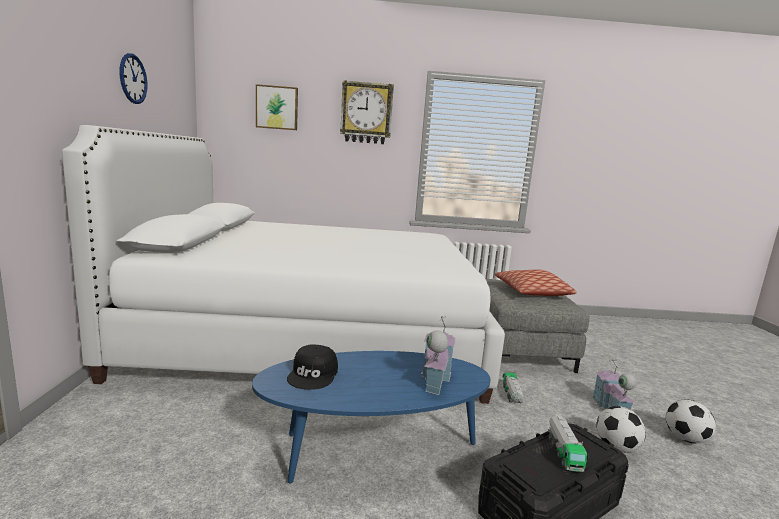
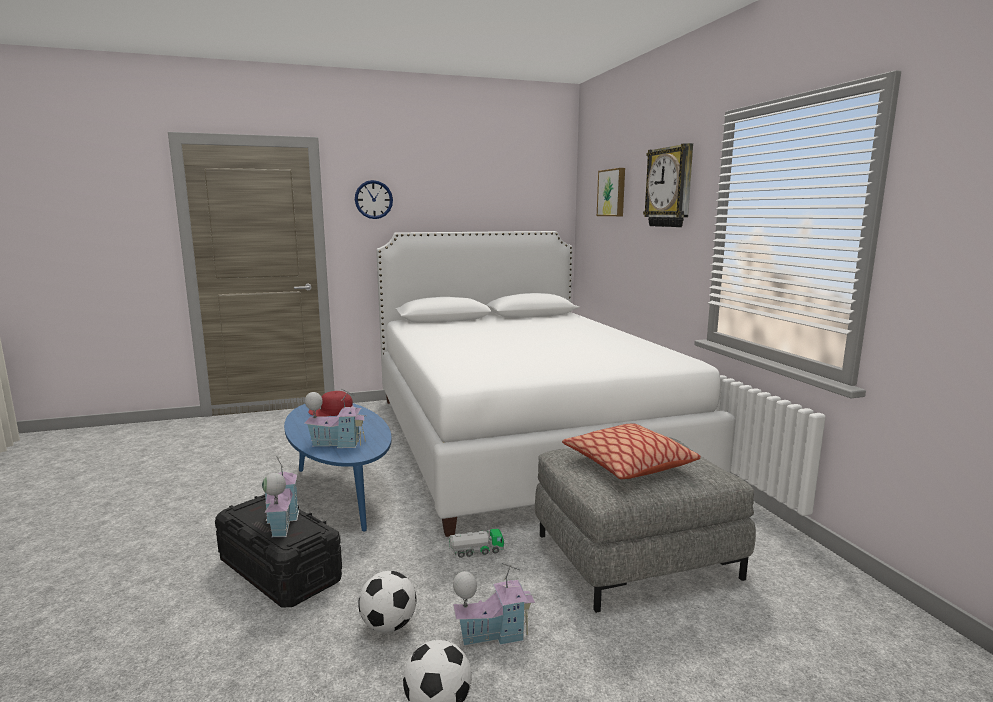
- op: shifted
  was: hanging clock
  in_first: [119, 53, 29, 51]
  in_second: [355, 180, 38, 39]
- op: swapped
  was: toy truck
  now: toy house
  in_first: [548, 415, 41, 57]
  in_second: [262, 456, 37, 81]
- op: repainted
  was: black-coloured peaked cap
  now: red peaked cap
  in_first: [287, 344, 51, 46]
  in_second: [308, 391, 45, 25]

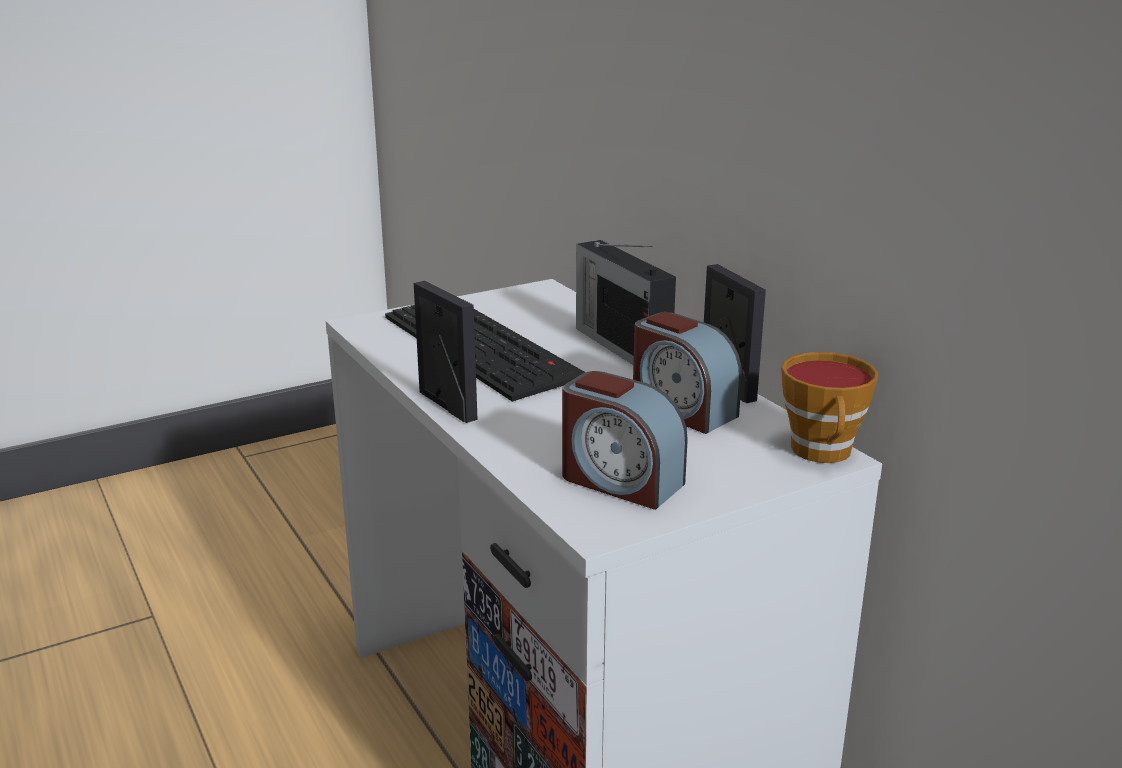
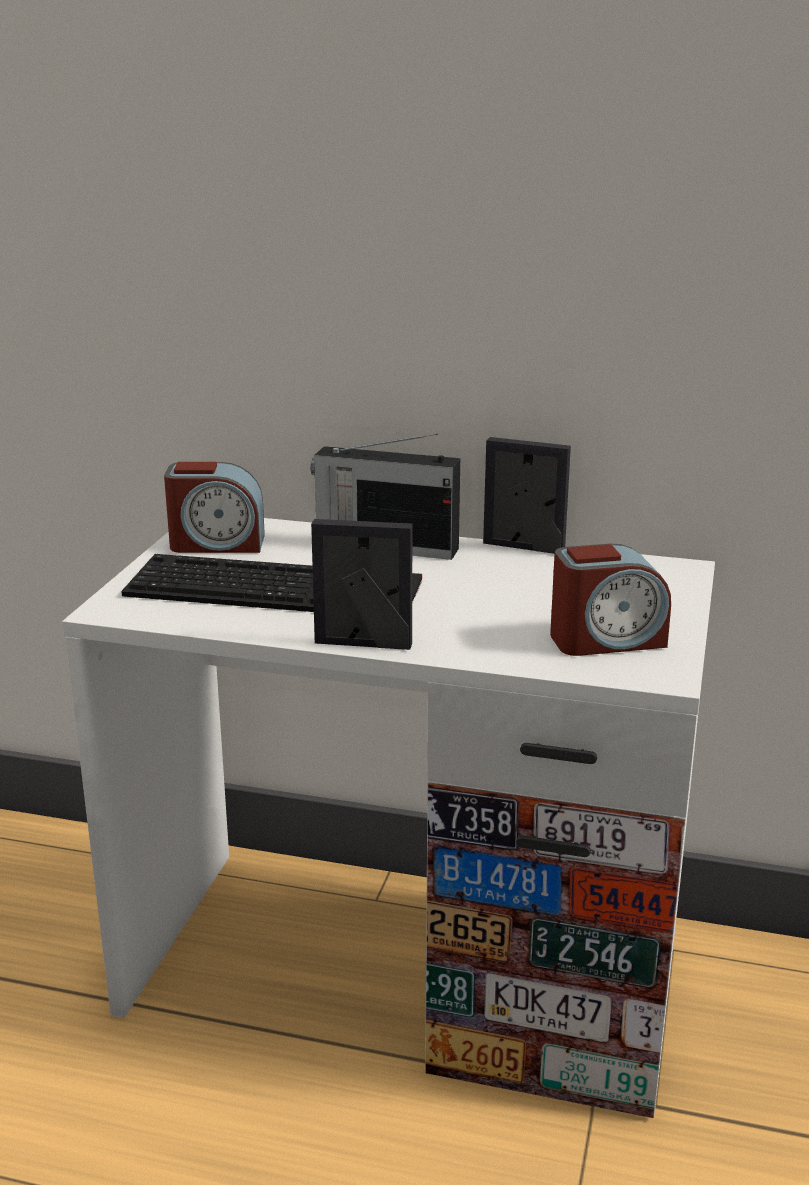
- op: gone
  was: cup
  in_first: [781, 352, 97, 111]
- op: shifted
  was: bedside clock
  in_first: [633, 312, 109, 122]
  in_second: [164, 462, 101, 91]

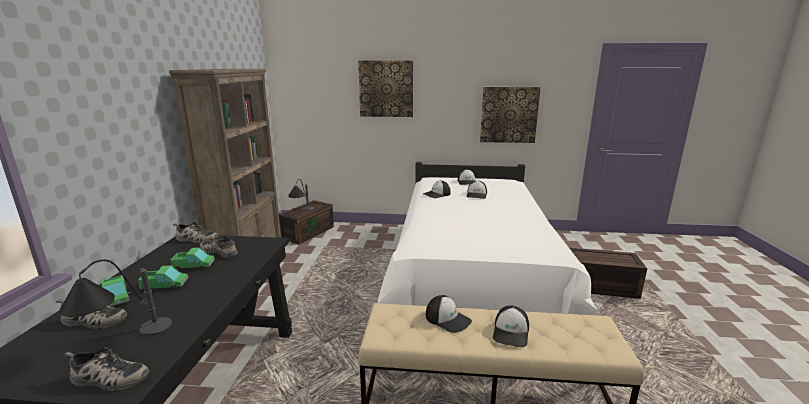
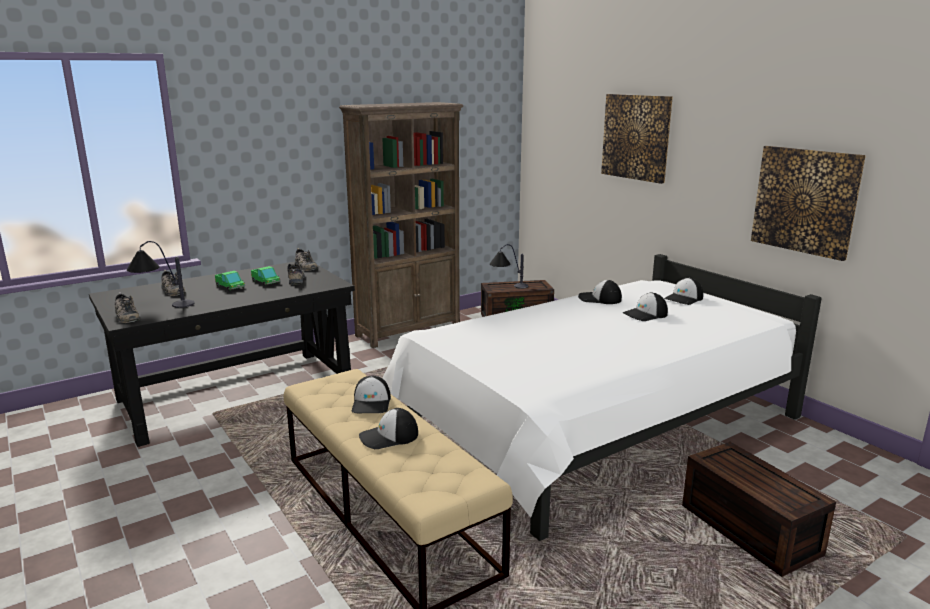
- op: gone
  was: toy truck
  in_first: [101, 275, 30, 32]

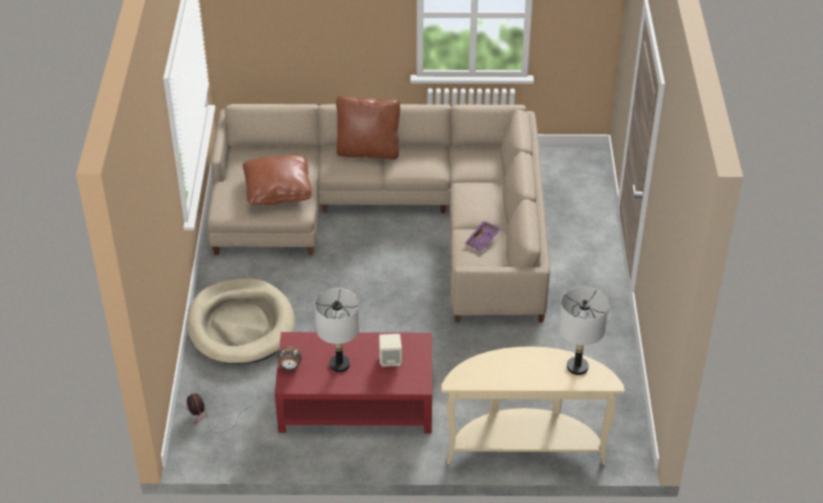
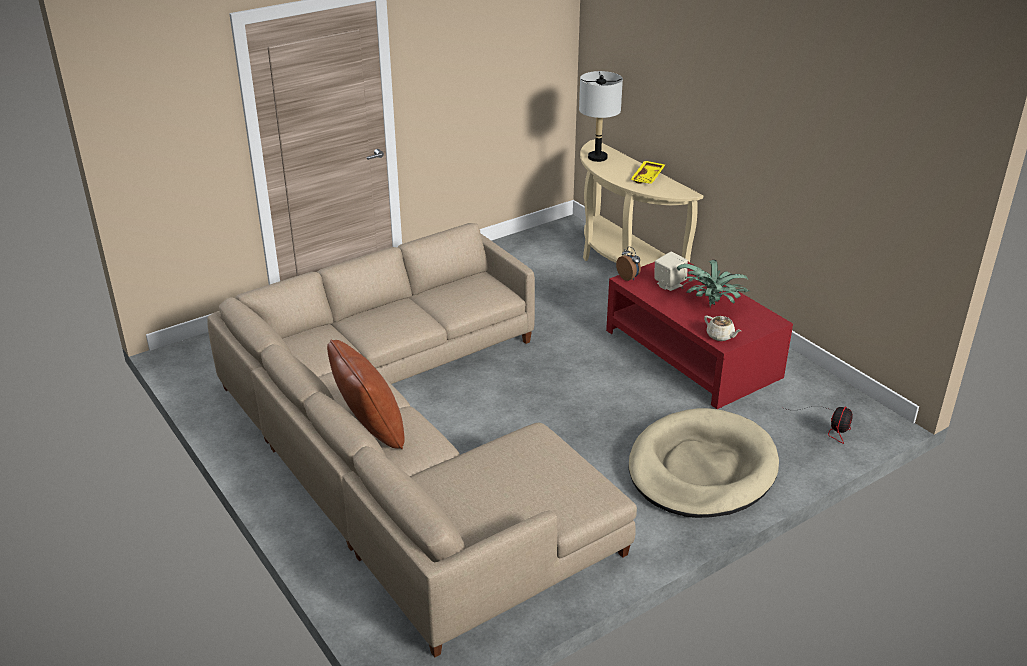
- op: gone
  was: brownish pillow
  in_first: [243, 155, 70, 50]
- op: gone
  was: purplish serving tray
  in_first: [464, 221, 37, 31]
- op: new
  now: yellowish serving tray
  in_second: [630, 161, 35, 23]
- op: new
  now: beige-coloured teapot
  in_second: [704, 316, 37, 25]
- op: shifted
  was: bedside clock
  in_first: [278, 346, 24, 25]
  in_second: [616, 246, 25, 35]
- op: swapped
  was: grey tabletop lamp
  now: potted plant
  in_first: [314, 288, 46, 84]
  in_second: [677, 260, 72, 47]

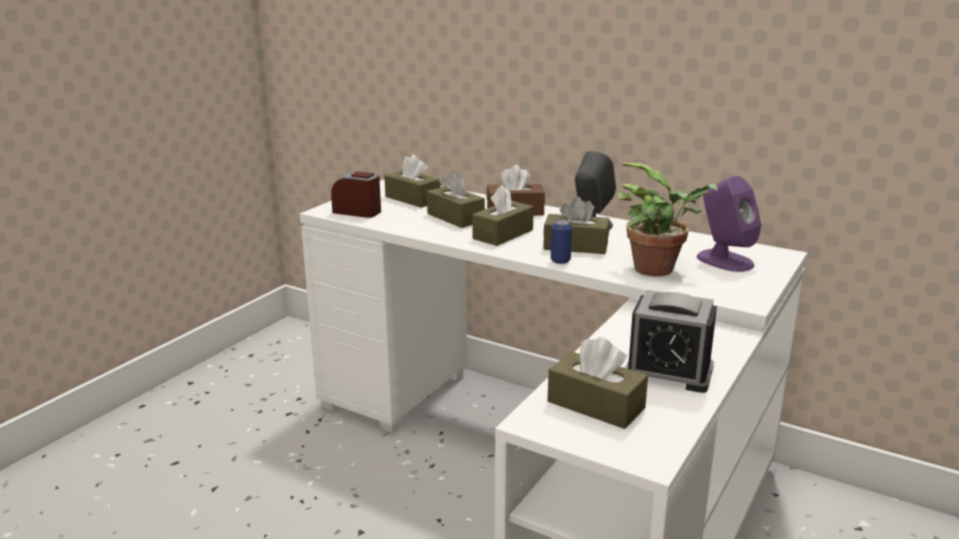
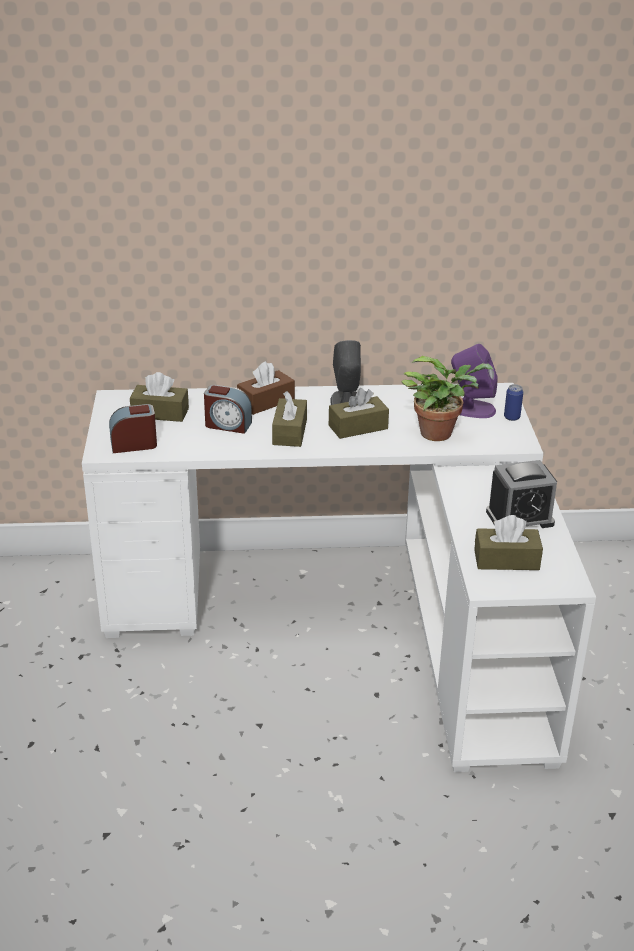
- op: shifted
  was: sealed can
  in_first: [551, 219, 21, 45]
  in_second: [504, 384, 19, 37]
- op: swapped
  was: brownish tissue holder
  now: bedside clock
  in_first: [427, 172, 58, 56]
  in_second: [204, 385, 48, 49]

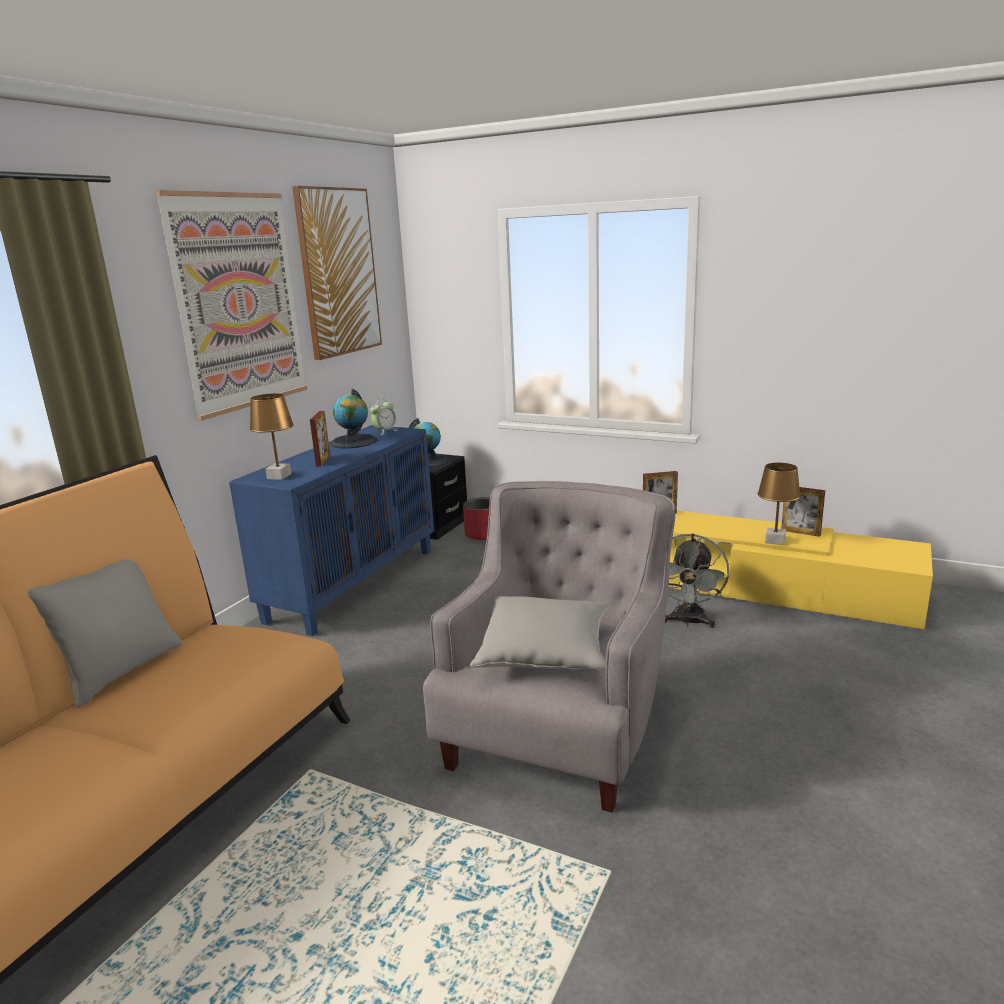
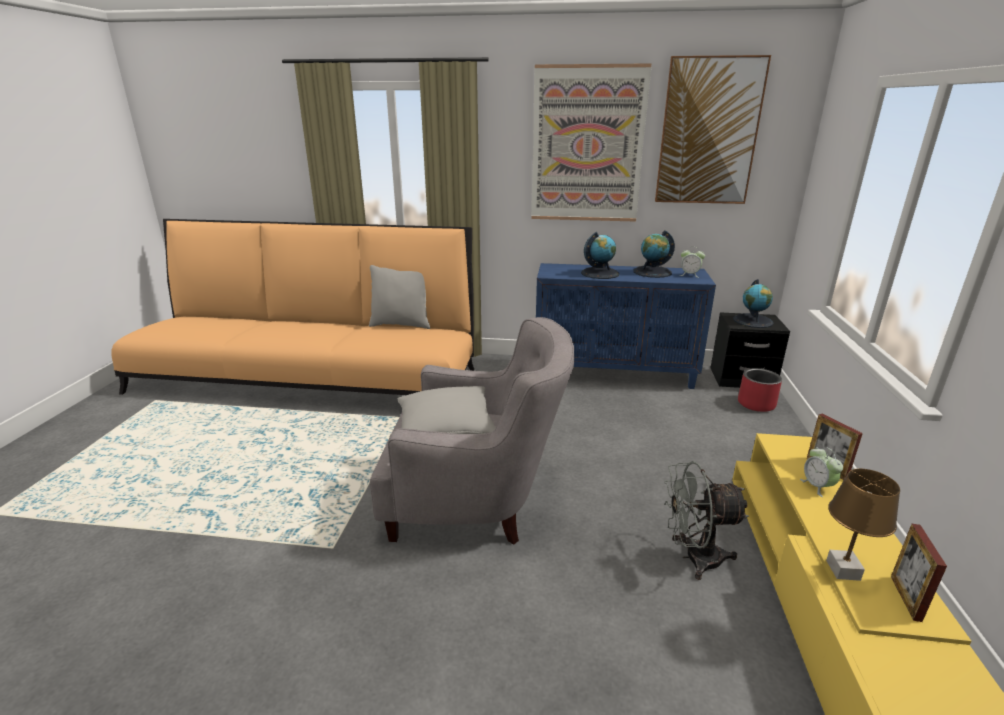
- op: gone
  was: brownish tabletop lamp
  in_first: [250, 393, 44, 87]
- op: new
  now: bedside clock
  in_second: [800, 447, 43, 50]
- op: swapped
  was: photo frame
  now: desk globe
  in_first: [310, 411, 20, 56]
  in_second: [581, 232, 38, 47]

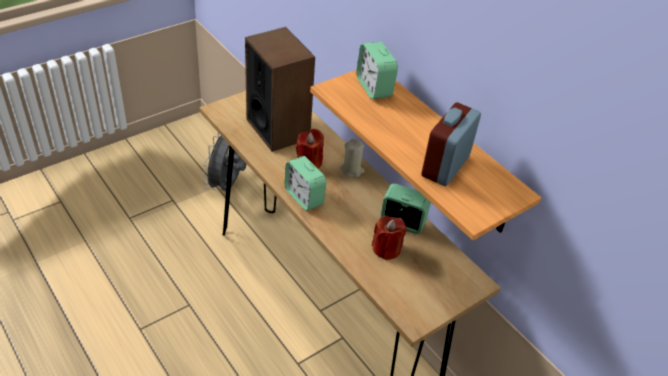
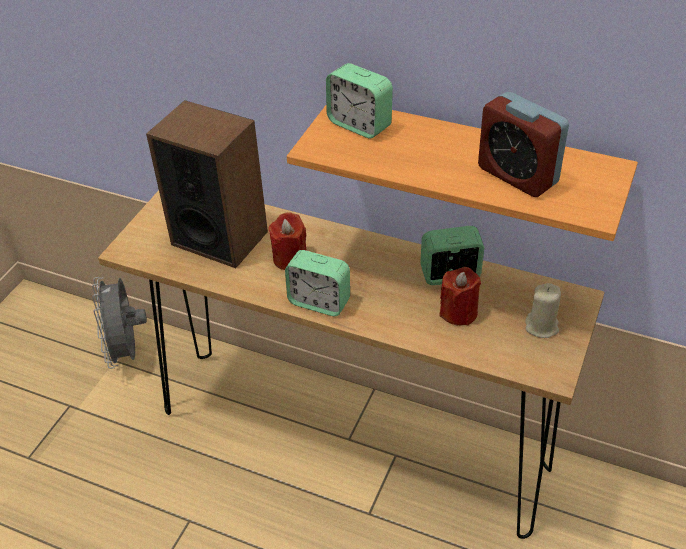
- op: shifted
  was: beige-coloured wax light
  in_first: [340, 139, 24, 38]
  in_second: [525, 283, 36, 55]
- op: rotated
  was: bedside clock
  in_first: [421, 103, 60, 83]
  in_second: [478, 92, 91, 105]
  clockwise: -45

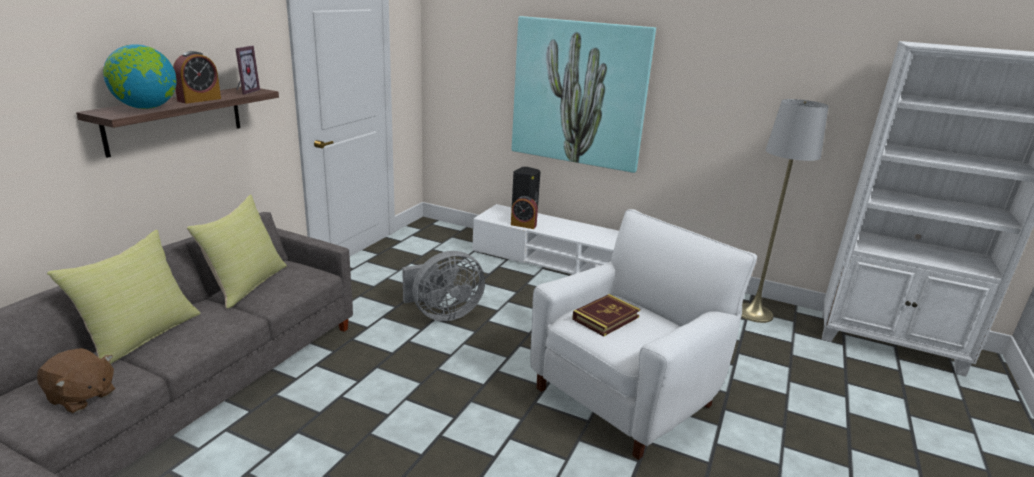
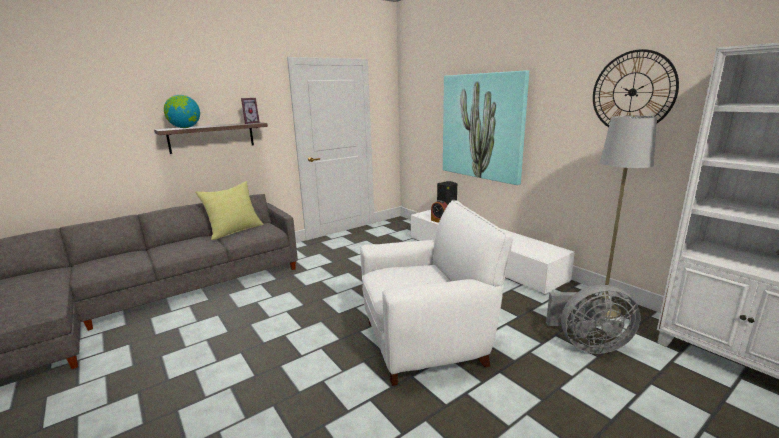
- op: gone
  was: brownish soft toy
  in_first: [37, 348, 78, 65]
- op: gone
  was: yellowish pillow
  in_first: [47, 230, 154, 134]
- op: gone
  was: bedside clock
  in_first: [173, 51, 48, 53]
- op: gone
  was: bound book
  in_first: [572, 294, 68, 42]
- op: new
  now: hanging clock
  in_second: [593, 49, 86, 78]
- op: shifted
  was: grey cooling fan
  in_first: [402, 251, 83, 70]
  in_second: [546, 285, 95, 69]

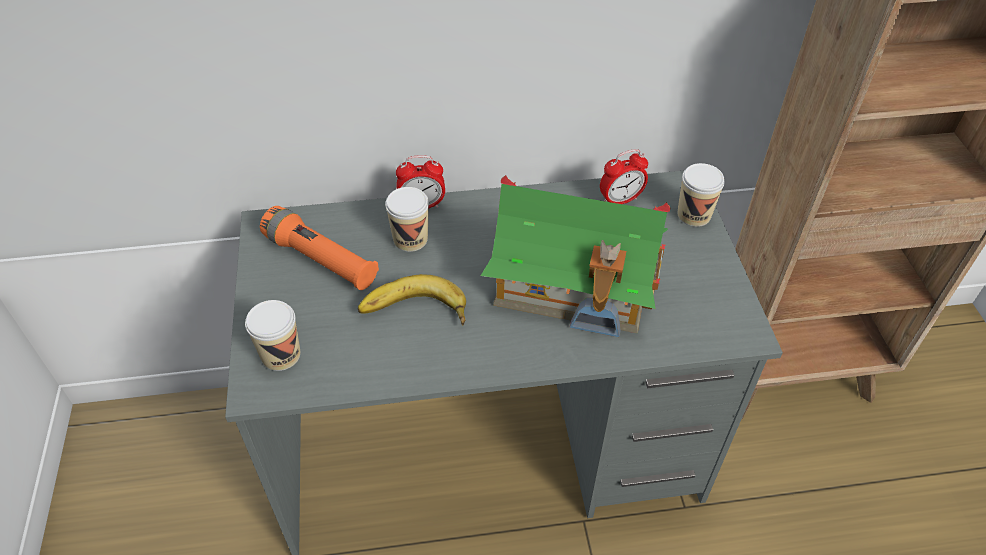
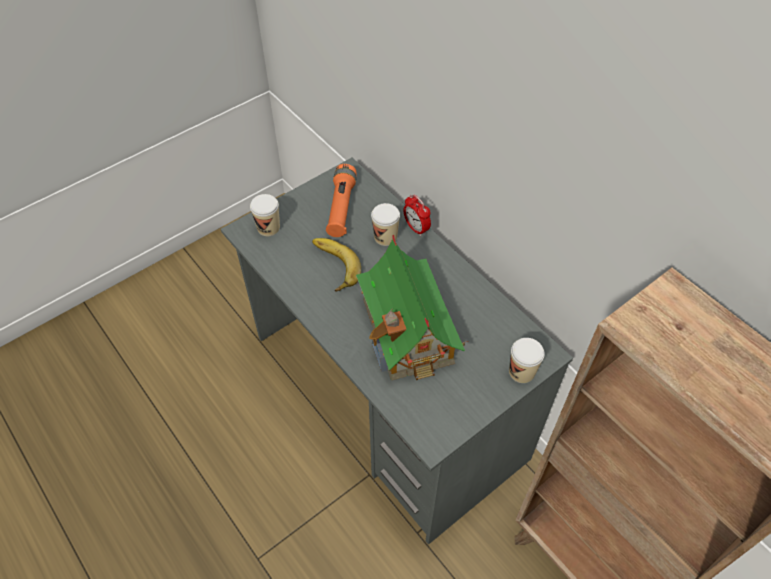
- op: gone
  was: bedside clock
  in_first: [600, 149, 48, 55]

